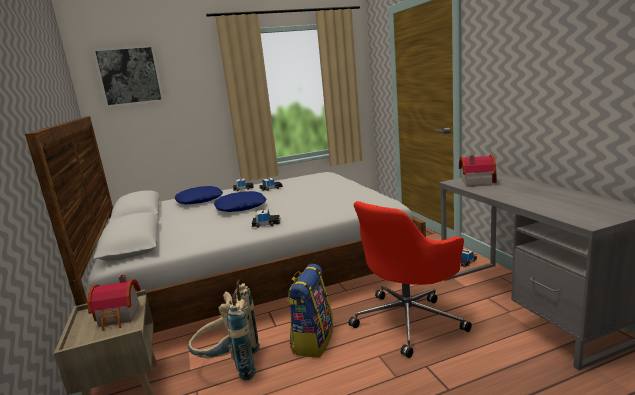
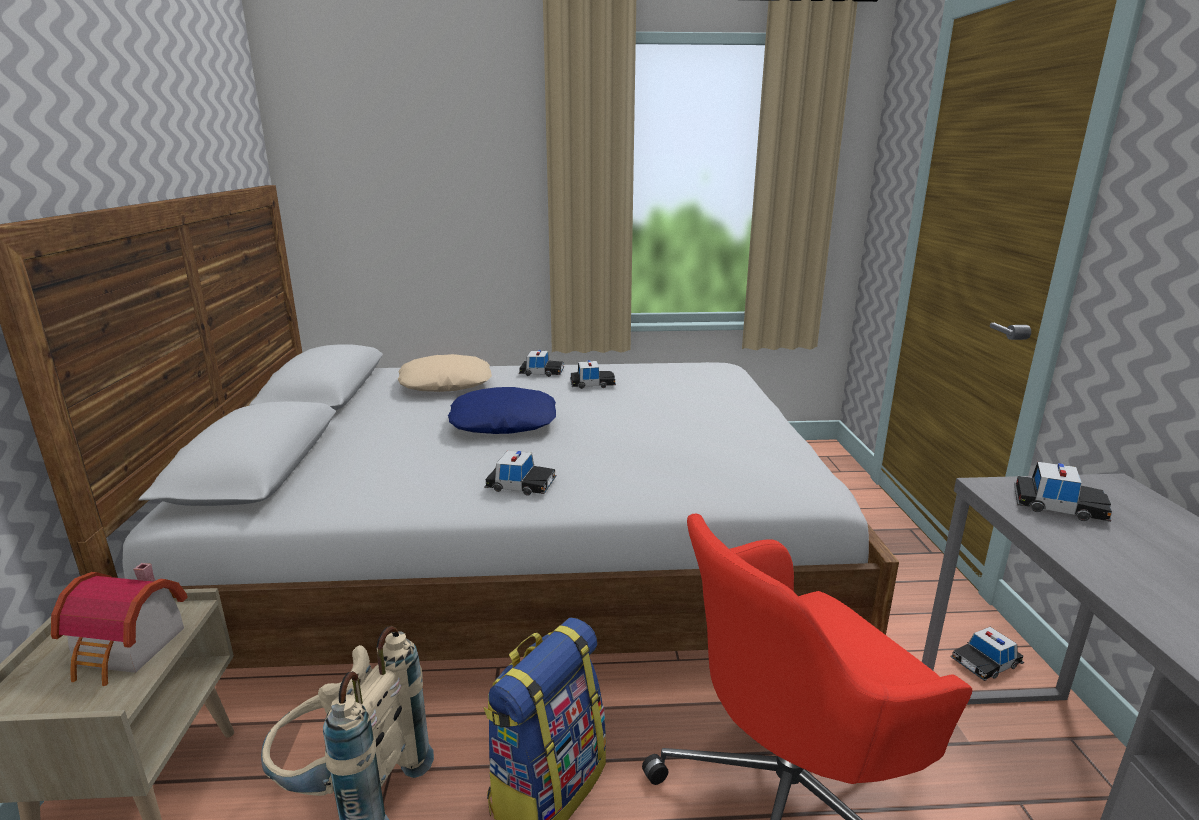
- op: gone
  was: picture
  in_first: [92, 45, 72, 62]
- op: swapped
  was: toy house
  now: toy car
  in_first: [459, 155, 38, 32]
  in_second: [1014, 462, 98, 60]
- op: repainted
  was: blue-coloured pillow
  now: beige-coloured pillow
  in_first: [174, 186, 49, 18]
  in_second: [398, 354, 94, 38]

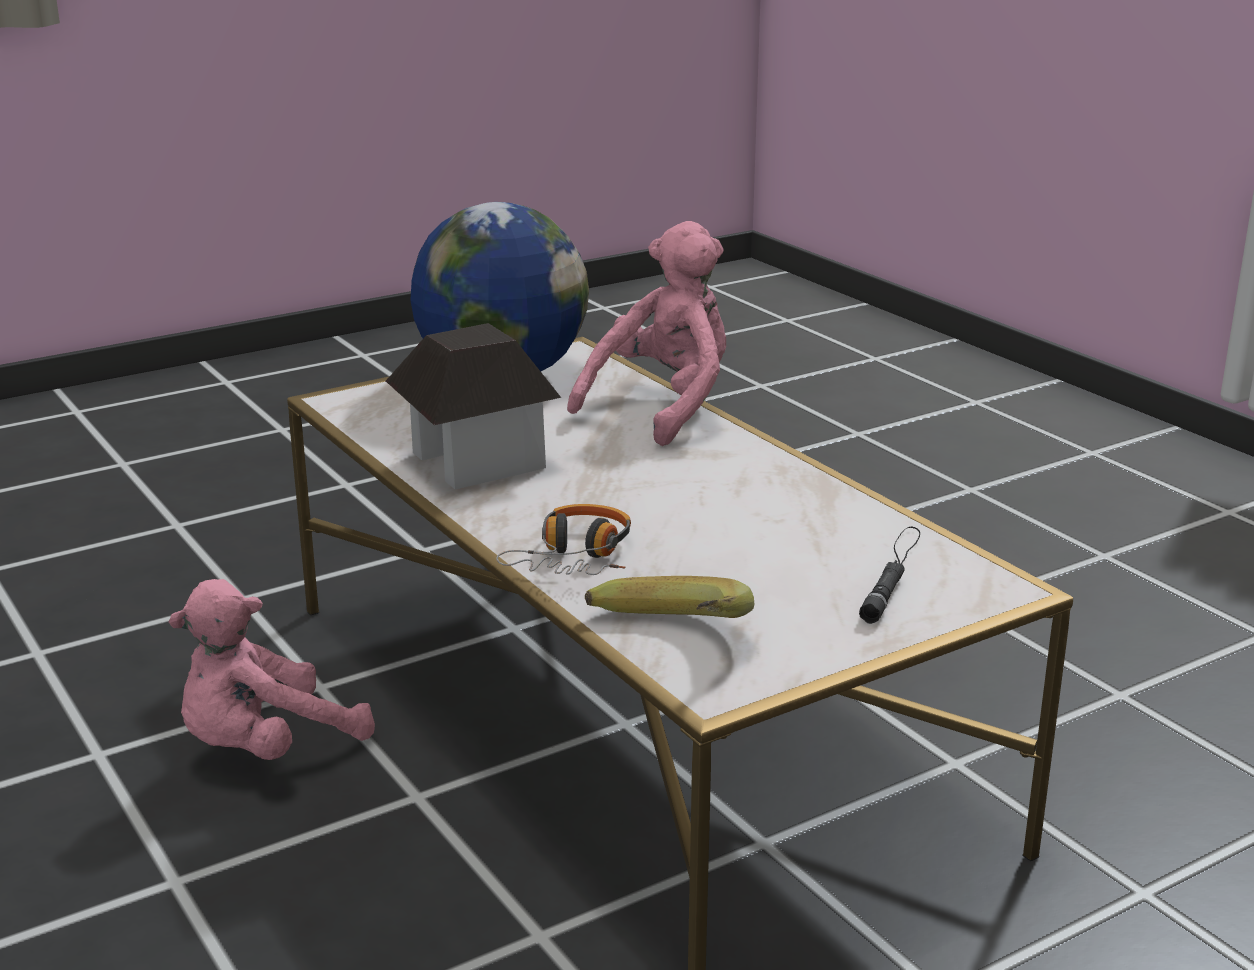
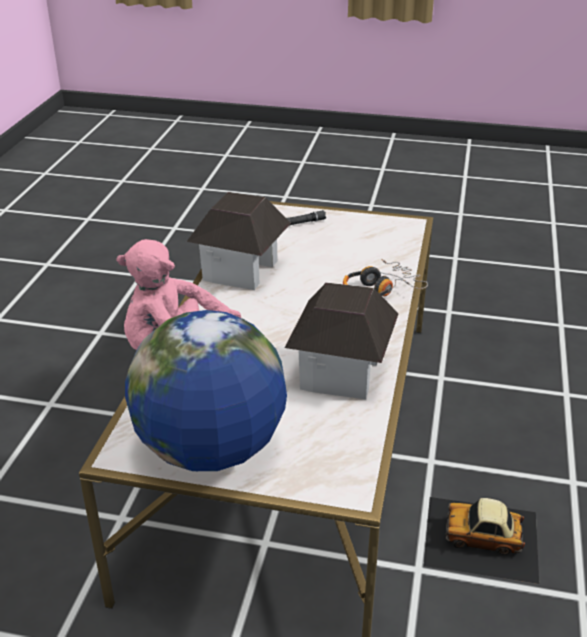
- op: gone
  was: banana fruit
  in_first: [585, 576, 169, 42]
- op: new
  now: toy house
  in_second: [187, 192, 104, 98]
- op: swapped
  was: pink-coloured soft toy
  now: toy car
  in_first: [169, 579, 206, 181]
  in_second: [424, 497, 115, 87]

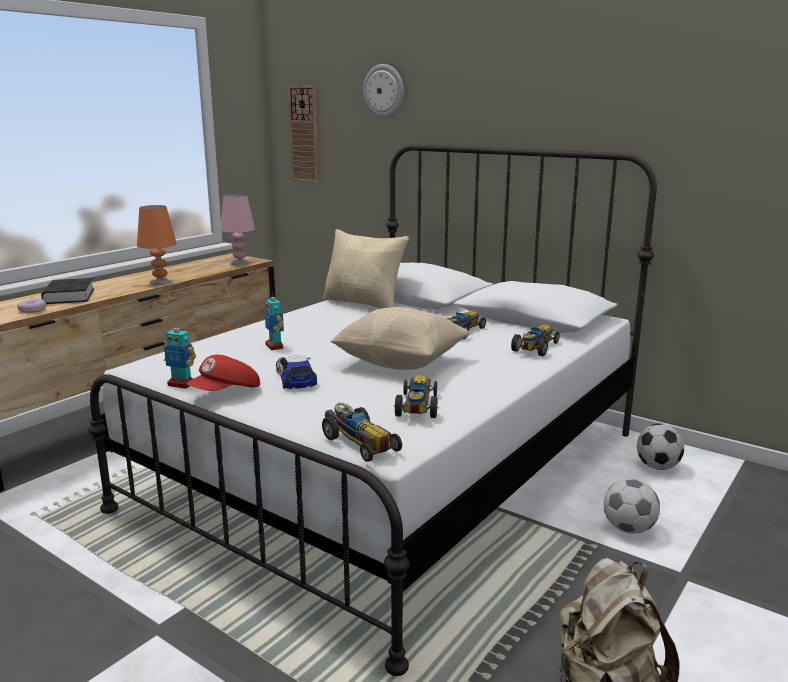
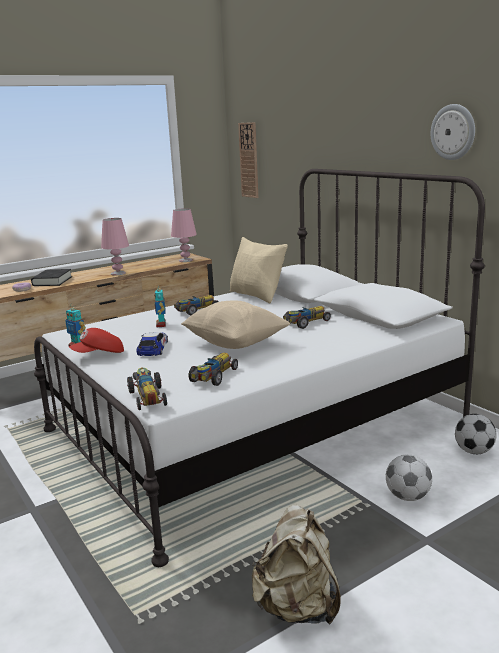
- op: shifted
  was: hanging clock
  in_first: [363, 64, 41, 54]
  in_second: [431, 104, 44, 56]
- op: shifted
  was: toy car
  in_first: [511, 324, 49, 32]
  in_second: [174, 295, 45, 21]
- op: repainted
  was: orange tabletop lamp
  now: pink-coloured tabletop lamp
  in_first: [137, 205, 40, 80]
  in_second: [101, 218, 28, 57]

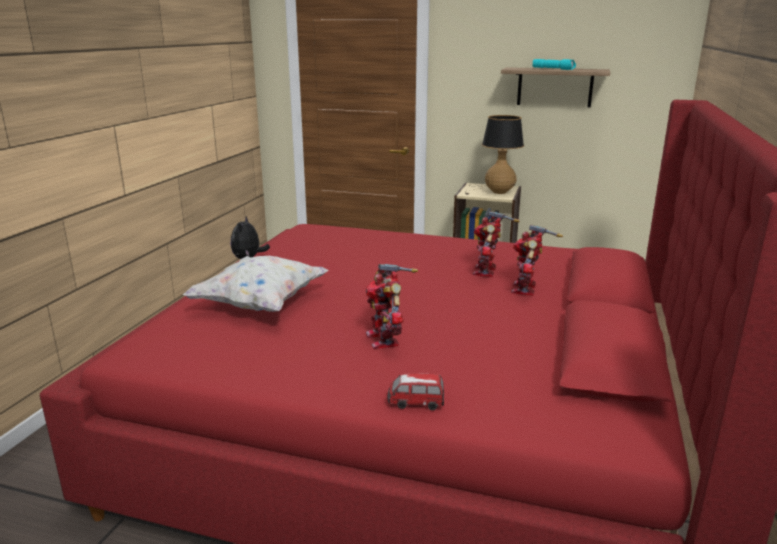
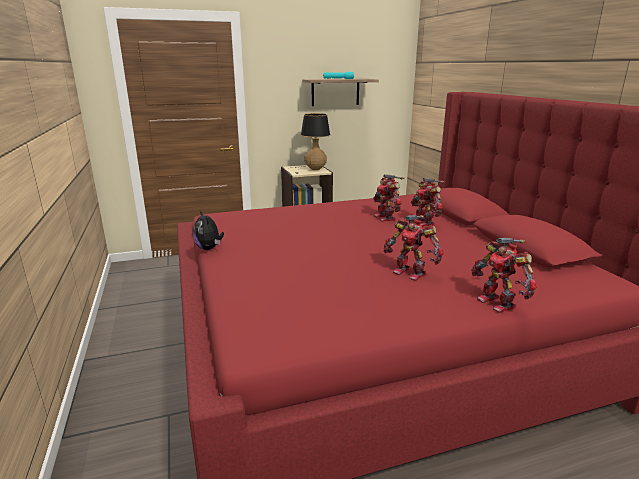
- op: gone
  was: white-coloured pillow
  in_first: [183, 256, 146, 56]
- op: swapped
  was: toy car
  now: model robot
  in_first: [387, 373, 57, 37]
  in_second: [471, 238, 66, 75]

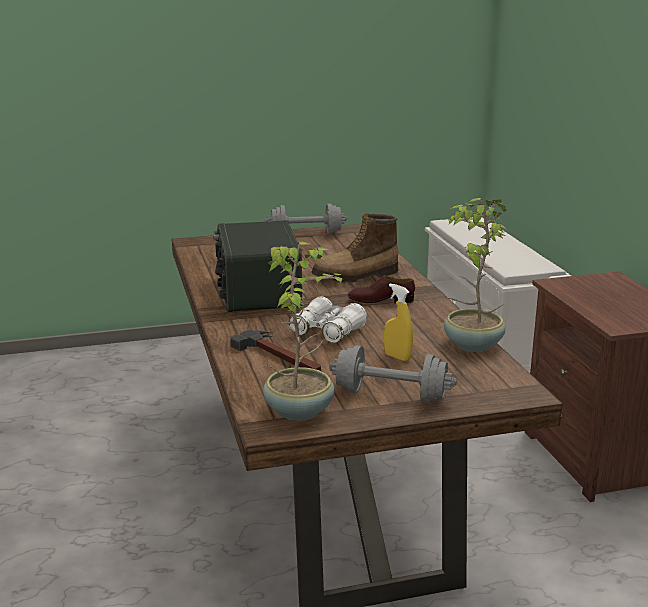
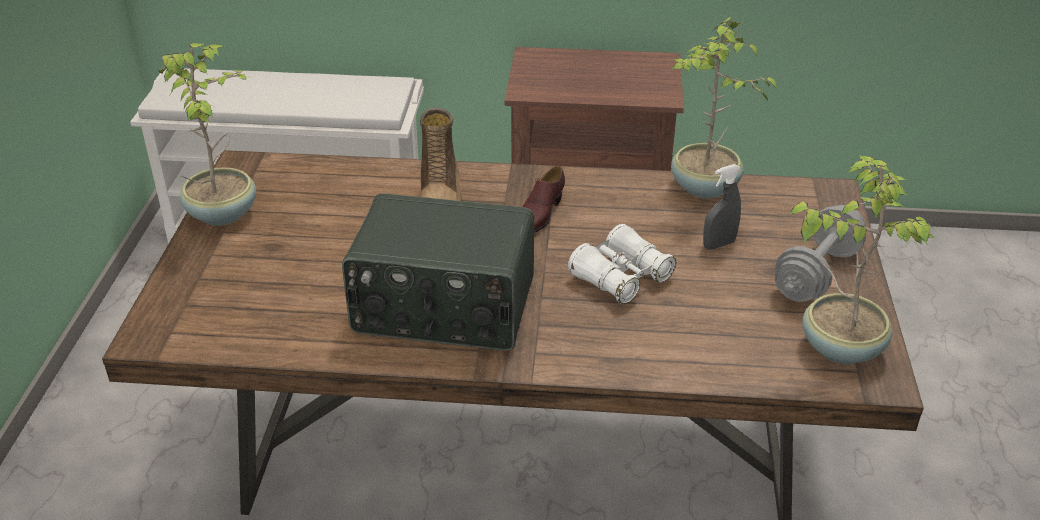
- op: gone
  was: hand hammer
  in_first: [230, 329, 91, 42]
- op: swapped
  was: grey hand weight
  now: potted plant
  in_first: [265, 203, 82, 31]
  in_second: [159, 43, 97, 183]
- op: repainted
  was: yellowish hand sprayer
  now: grey hand sprayer
  in_first: [384, 283, 29, 78]
  in_second: [703, 164, 38, 86]

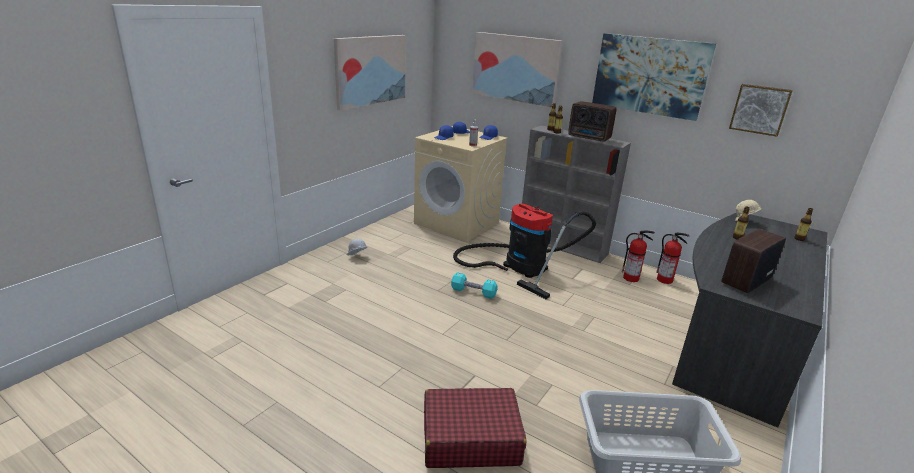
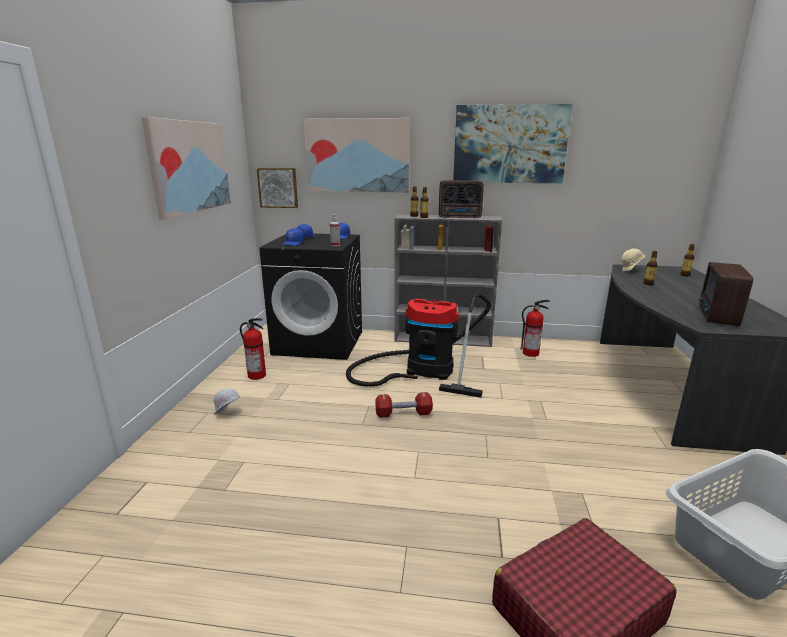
- op: shifted
  was: extinguisher
  in_first: [656, 233, 33, 51]
  in_second: [240, 318, 26, 62]
- op: shifted
  was: picture
  in_first: [729, 84, 64, 53]
  in_second: [257, 168, 41, 40]
- op: repainted
  was: beige-coloured washing machine
  now: black-coloured washing machine
  in_first: [414, 126, 94, 116]
  in_second: [259, 234, 103, 126]
- op: repainted
  was: blue-green hand weight
  now: red hand weight
  in_first: [451, 272, 47, 27]
  in_second: [375, 392, 58, 26]

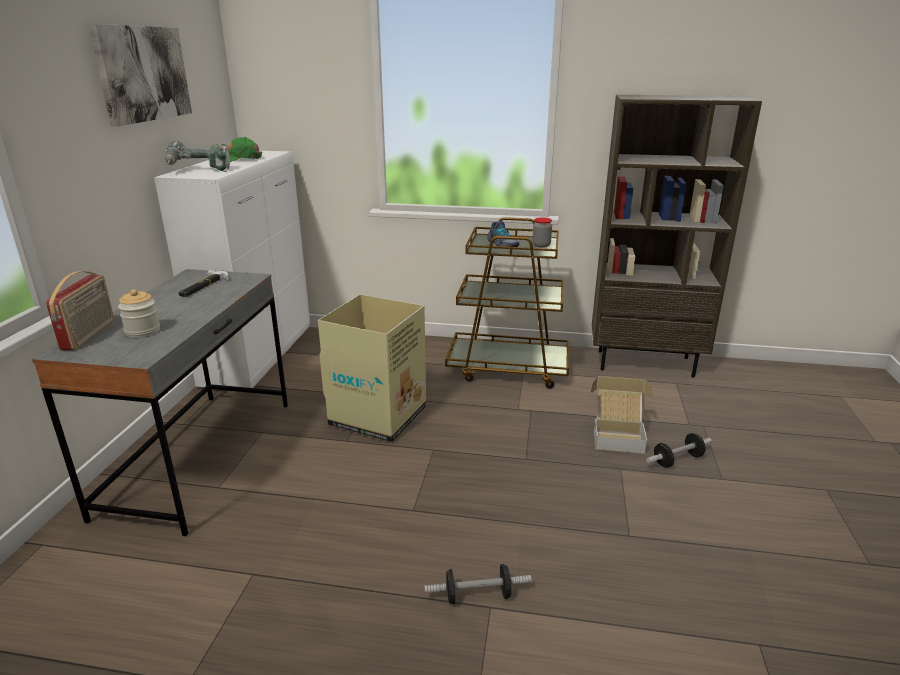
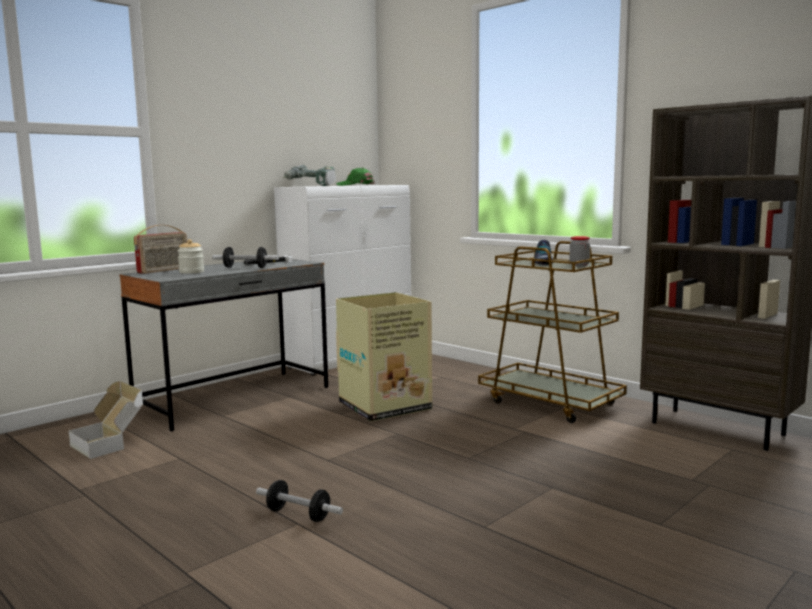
- op: gone
  was: picture
  in_first: [88, 24, 104, 103]
- op: shifted
  was: packing box
  in_first: [591, 376, 61, 78]
  in_second: [68, 381, 75, 78]
- op: shifted
  was: hand weight
  in_first: [646, 433, 66, 35]
  in_second: [212, 247, 67, 21]

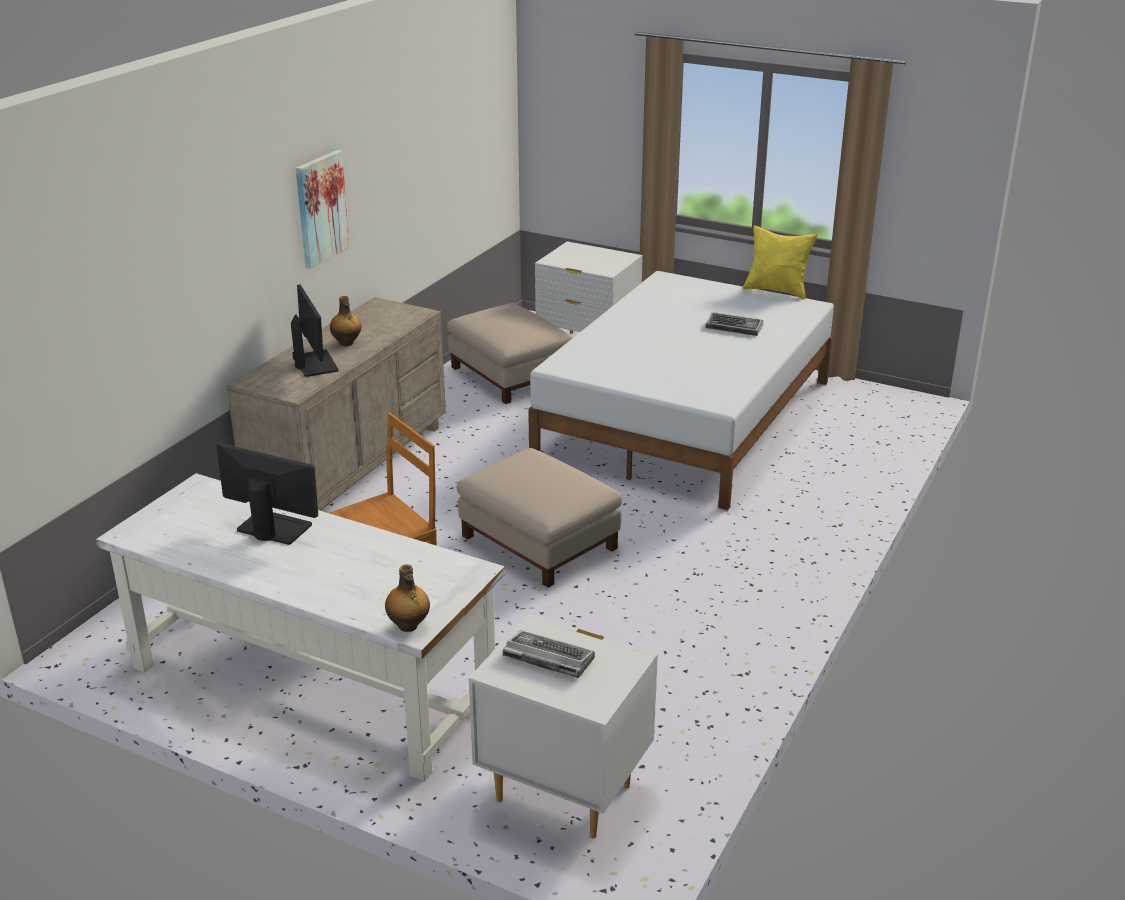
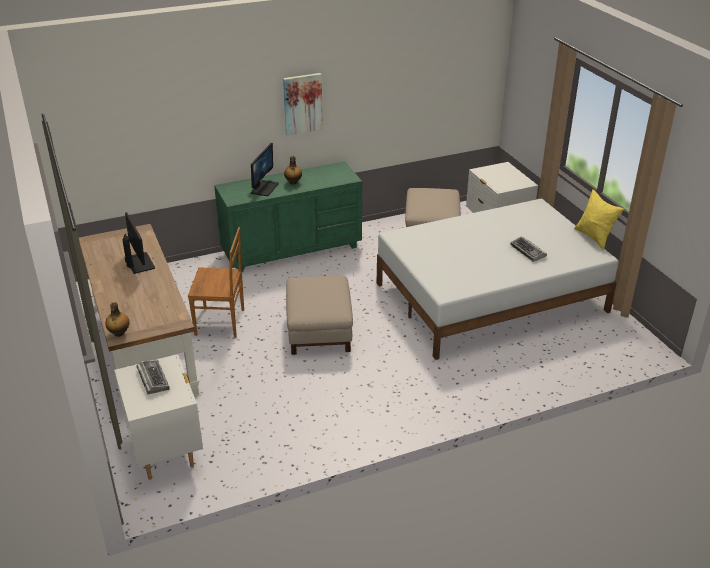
- op: repainted
  was: white-coloured desk
  now: brownish desk
  in_first: [96, 473, 409, 308]
  in_second: [79, 224, 120, 172]
- op: repainted
  was: beige-coloured dresser
  now: greenish dresser
  in_first: [226, 297, 220, 214]
  in_second: [214, 162, 148, 111]

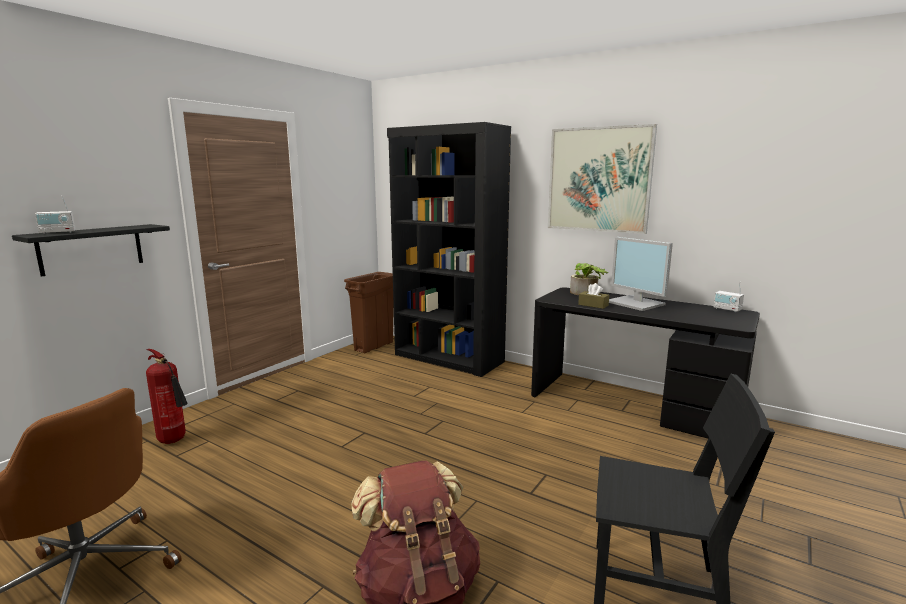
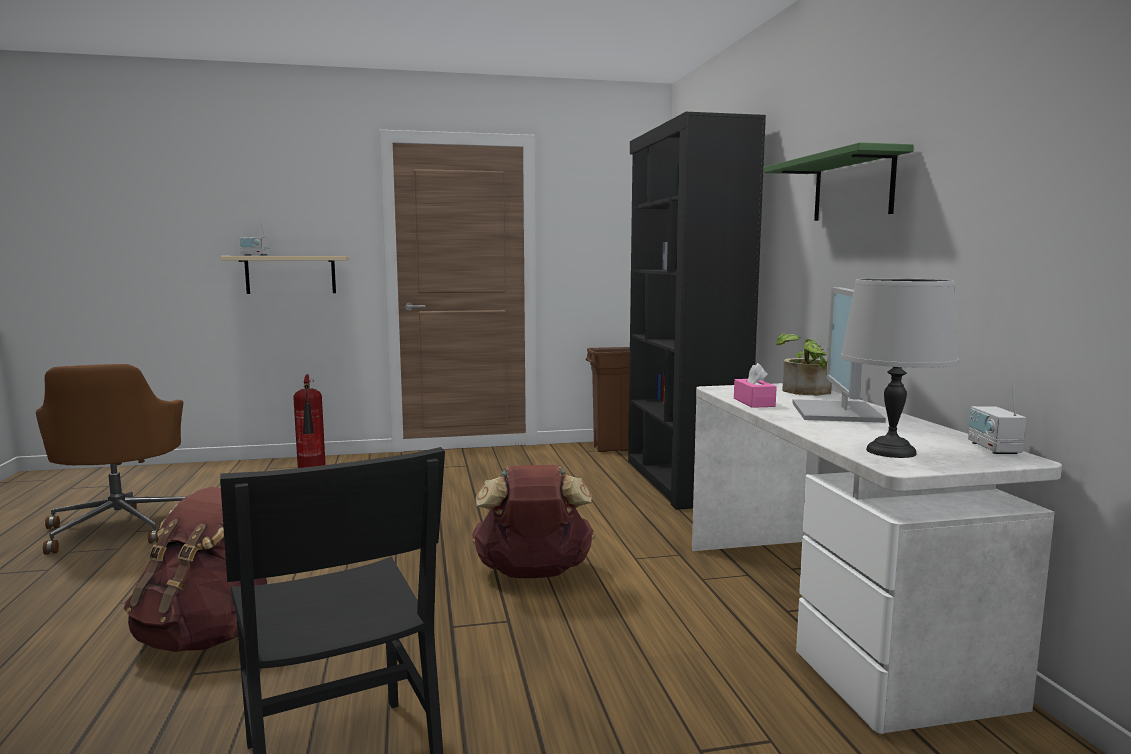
- op: new
  now: brownish backpack
  in_second: [472, 465, 122, 113]
- op: new
  now: grey tabletop lamp
  in_second: [841, 279, 118, 179]
- op: swapped
  was: picture
  now: greenish bracket shelf
  in_first: [548, 124, 109, 110]
  in_second: [764, 142, 150, 79]
- op: repainted
  was: black-coloured bracket shelf
  now: beige-coloured bracket shelf
  in_first: [12, 224, 158, 53]
  in_second: [221, 256, 128, 38]
- op: repainted
  was: black-coloured desk
  now: white-coloured desk
  in_first: [531, 287, 229, 152]
  in_second: [692, 383, 370, 351]
- op: repainted
  was: brownish tissue holder
  now: pink-coloured tissue holder
  in_first: [578, 283, 31, 26]
  in_second: [734, 363, 43, 45]

